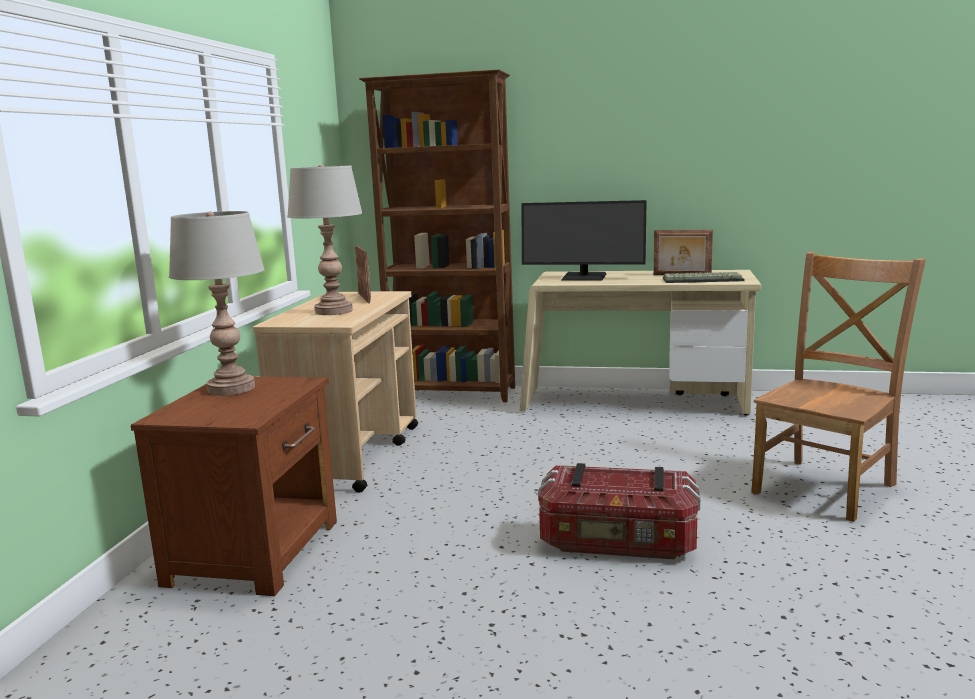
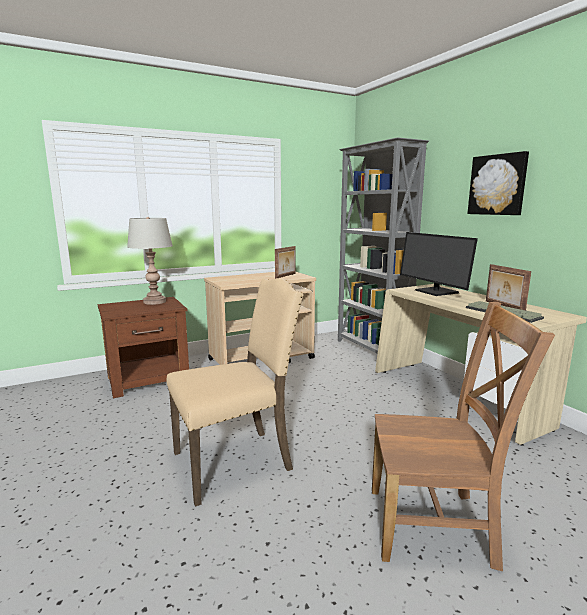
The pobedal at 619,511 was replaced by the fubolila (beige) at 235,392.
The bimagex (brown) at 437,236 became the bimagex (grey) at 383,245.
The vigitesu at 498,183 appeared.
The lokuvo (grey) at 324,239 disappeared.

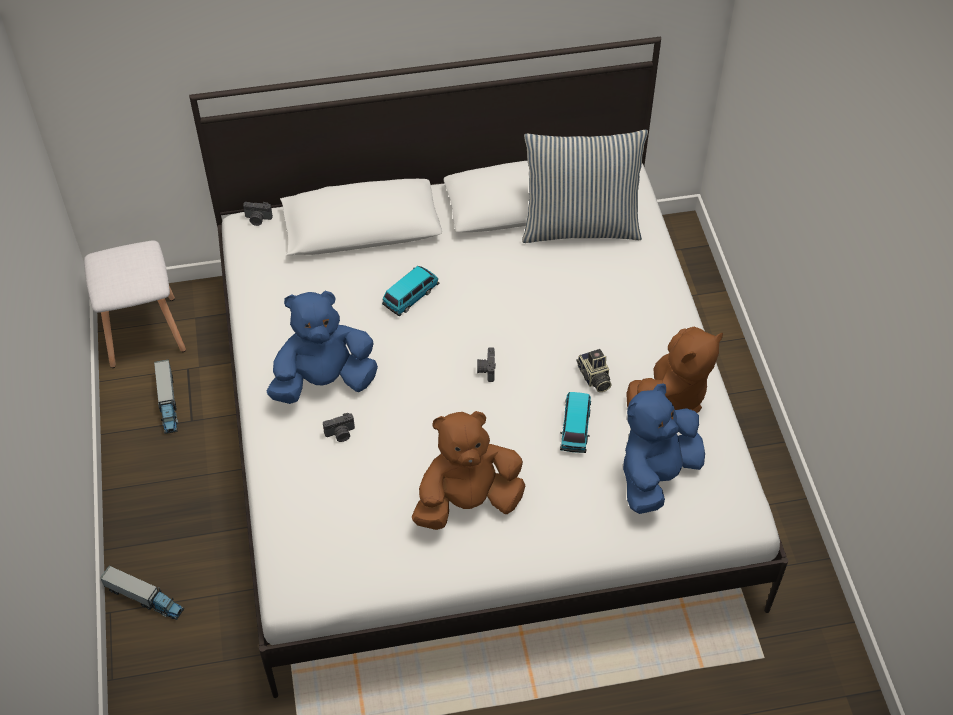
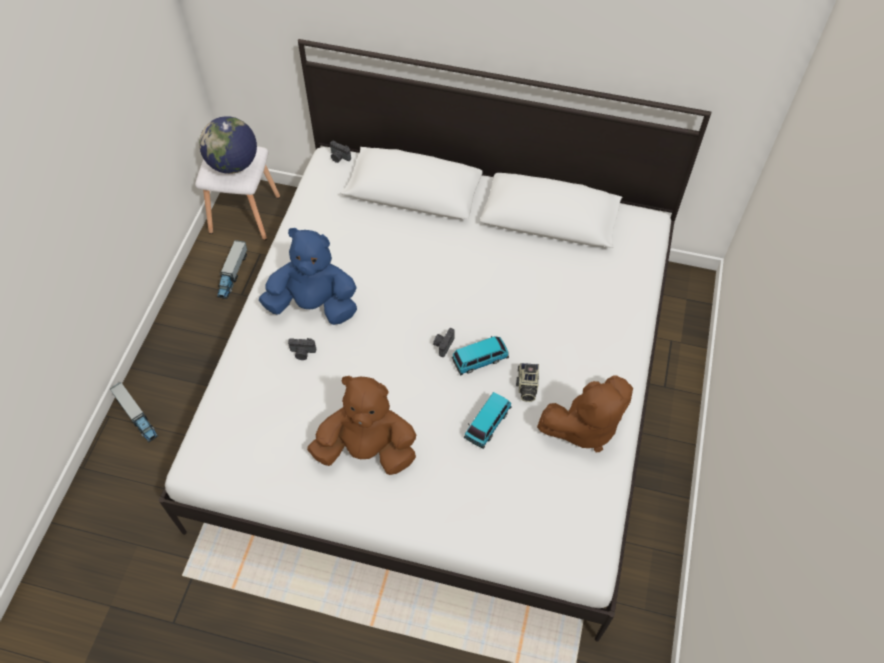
The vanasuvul at 228,145 appeared.
The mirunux moved from 410,291 to 480,355.
The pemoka at 585,186 disappeared.
The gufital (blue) at 664,448 disappeared.

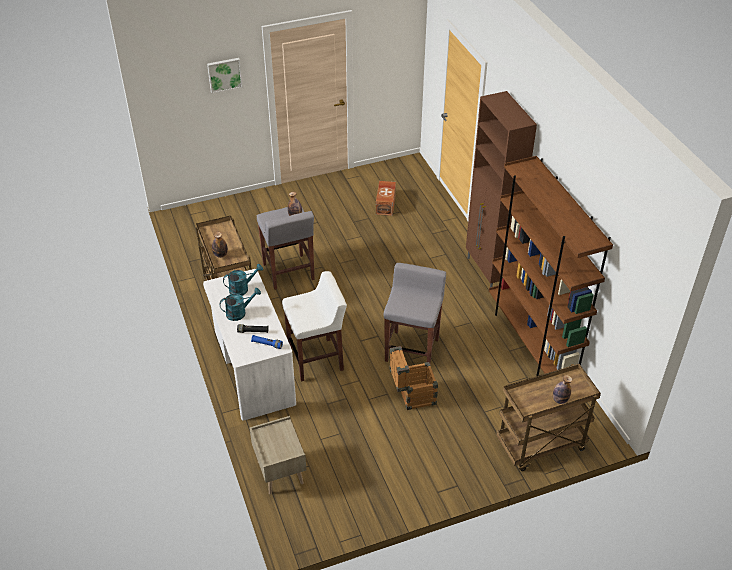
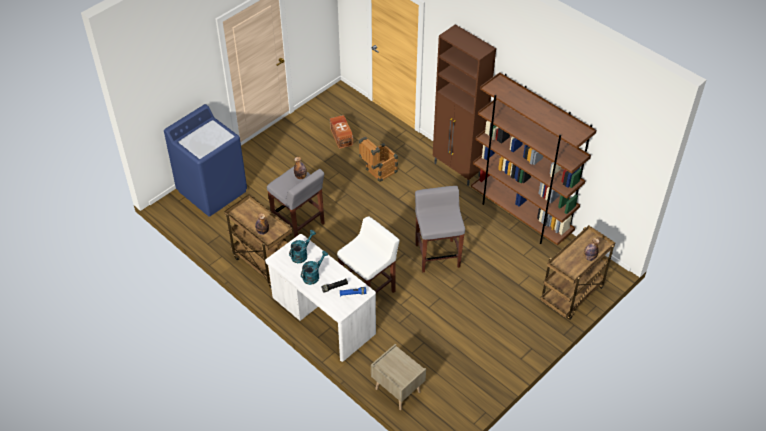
The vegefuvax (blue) at 205,160 appeared.
The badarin moved from 414,378 to 378,159.
The vigitesu at 225,75 disappeared.

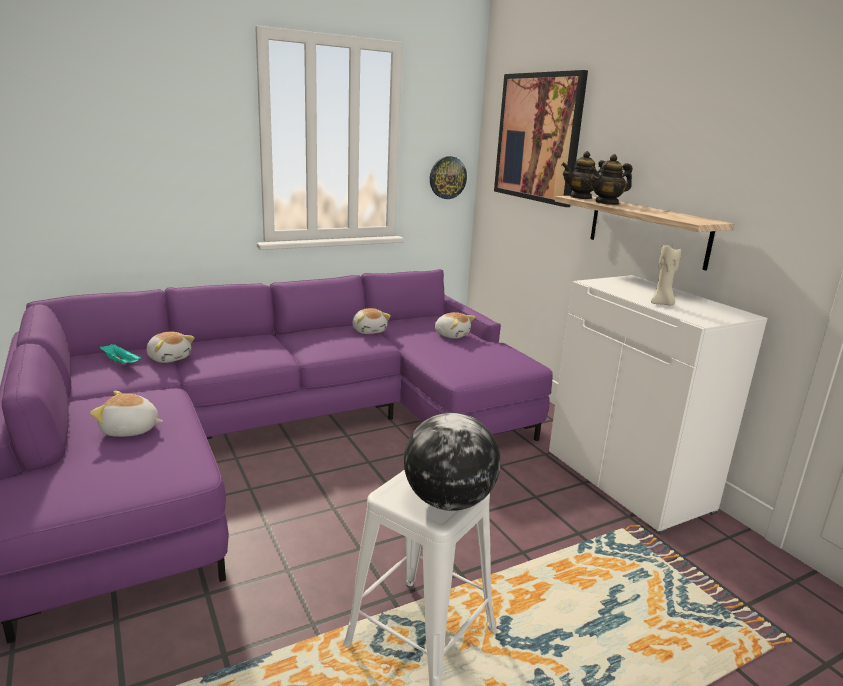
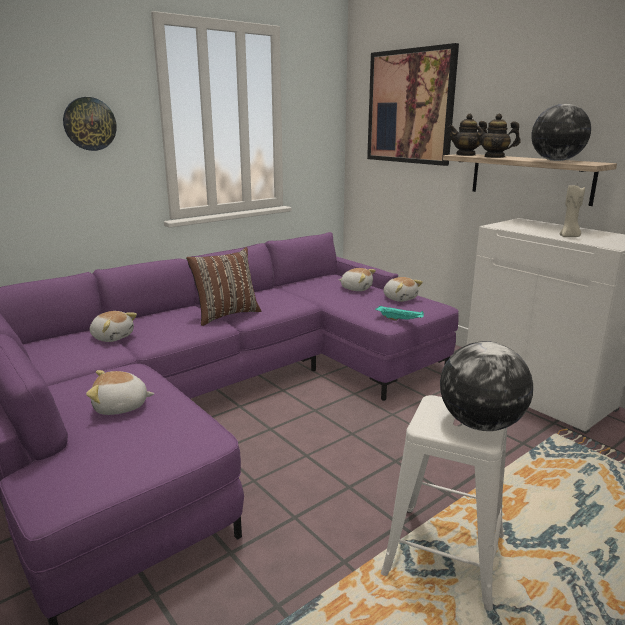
The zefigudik moved from 448,177 to 90,124.
The pemoka (brown) at 223,286 appeared.
The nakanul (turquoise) moved from 120,353 to 399,313.
The gufital moved from 371,321 to 403,289.
The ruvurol at 611,179 turned 45 degrees clockwise.
The vanasuvul at 561,132 appeared.

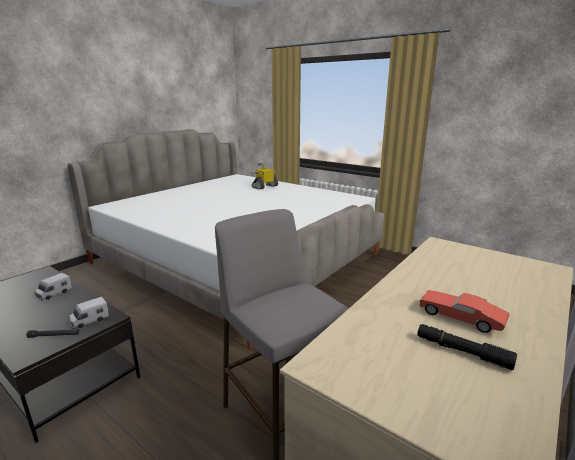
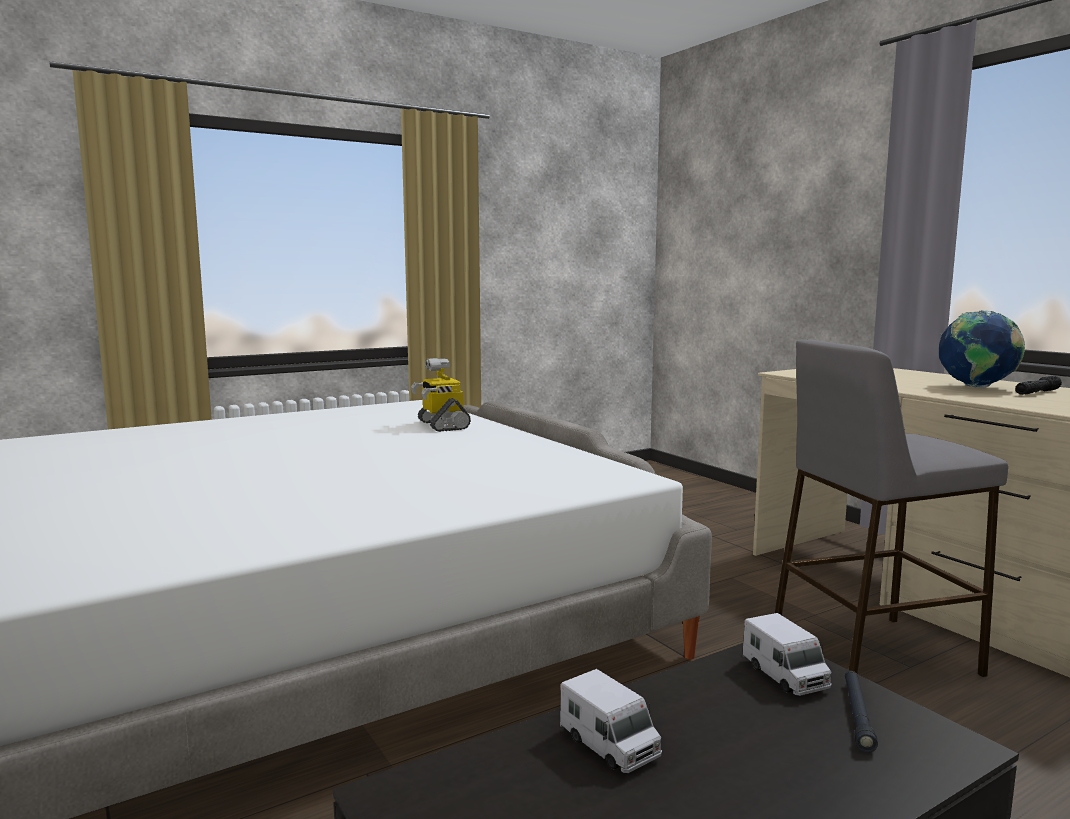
The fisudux moved from 264,175 to 441,395.
The mirunux (red) at 464,311 was replaced by the vanasuvul at 982,348.

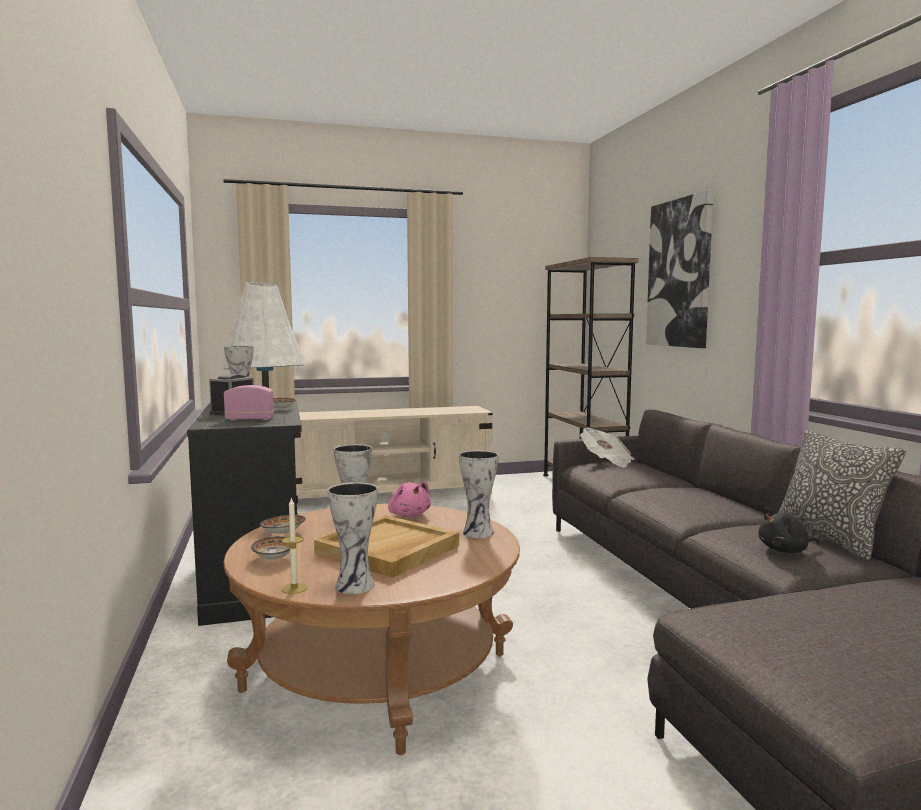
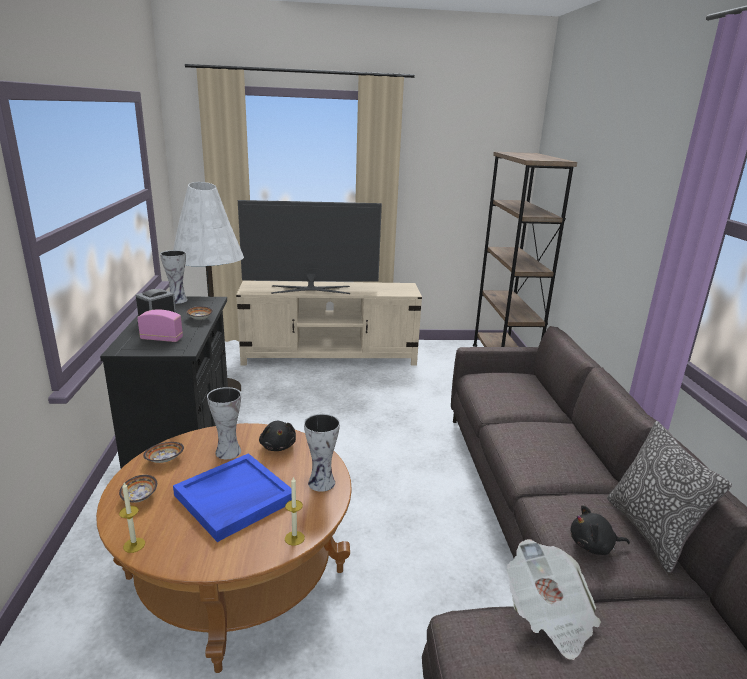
The nakanul (beige) at 386,546 became the nakanul (blue) at 232,497.
The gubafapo at 310,247 appeared.
The gufital (pink) at 409,499 became the gufital (black) at 277,436.
The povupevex at 295,511 appeared.
The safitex moved from 607,447 to 553,599.
The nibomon at 352,538 disappeared.
The vigitesu at 680,269 disappeared.

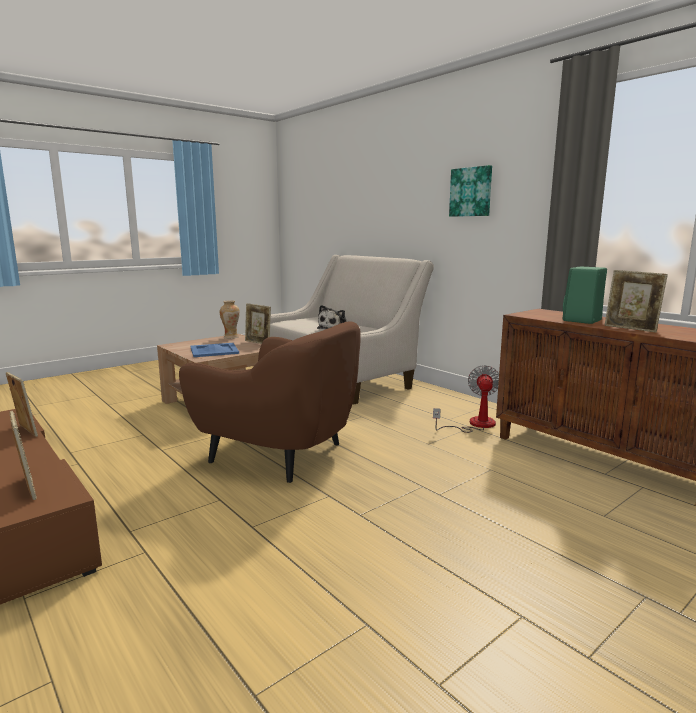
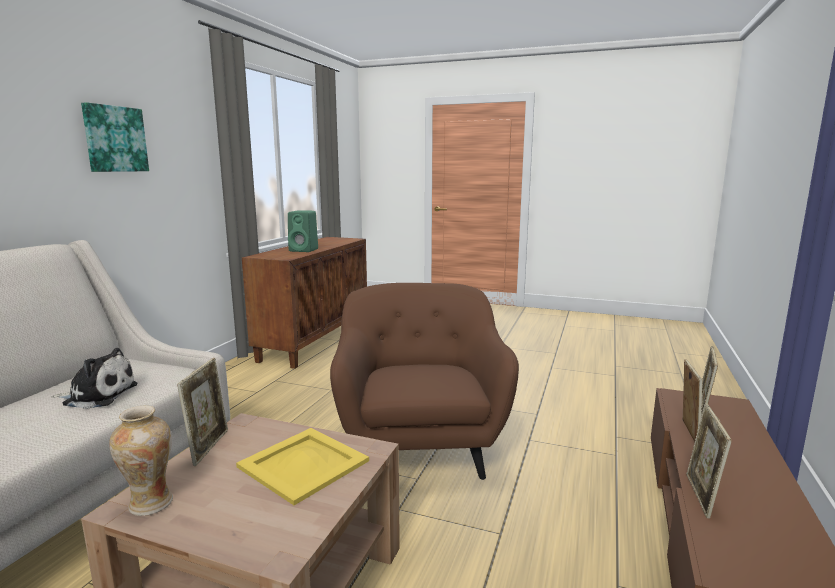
The nakanul (blue) at 215,350 became the nakanul (yellow) at 302,466.
The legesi moved from 636,301 to 693,400.
The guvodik at 466,399 disappeared.

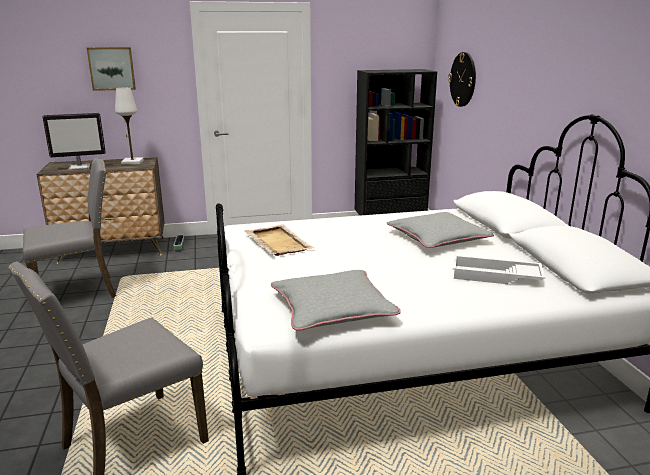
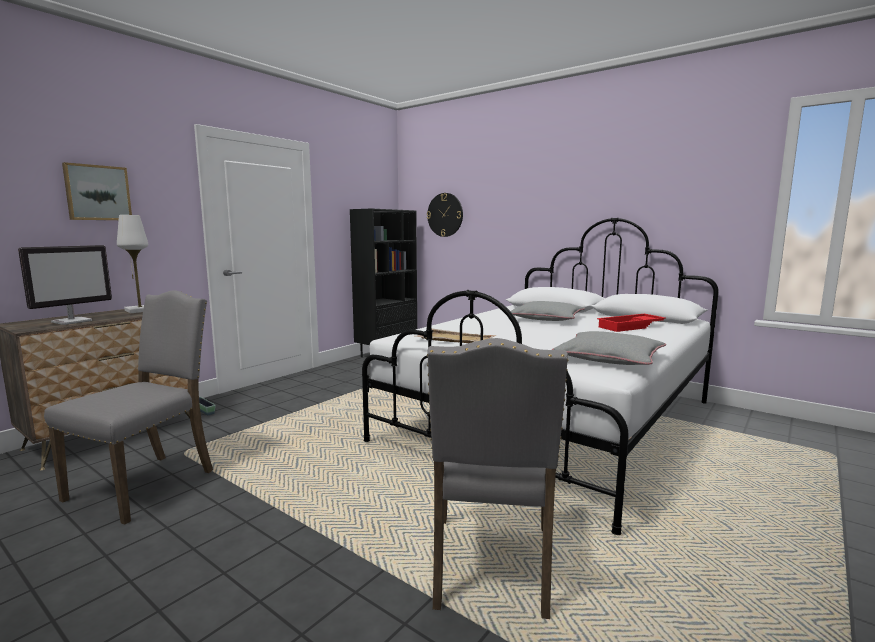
The nakanul (white) at 499,269 became the nakanul (red) at 631,323.

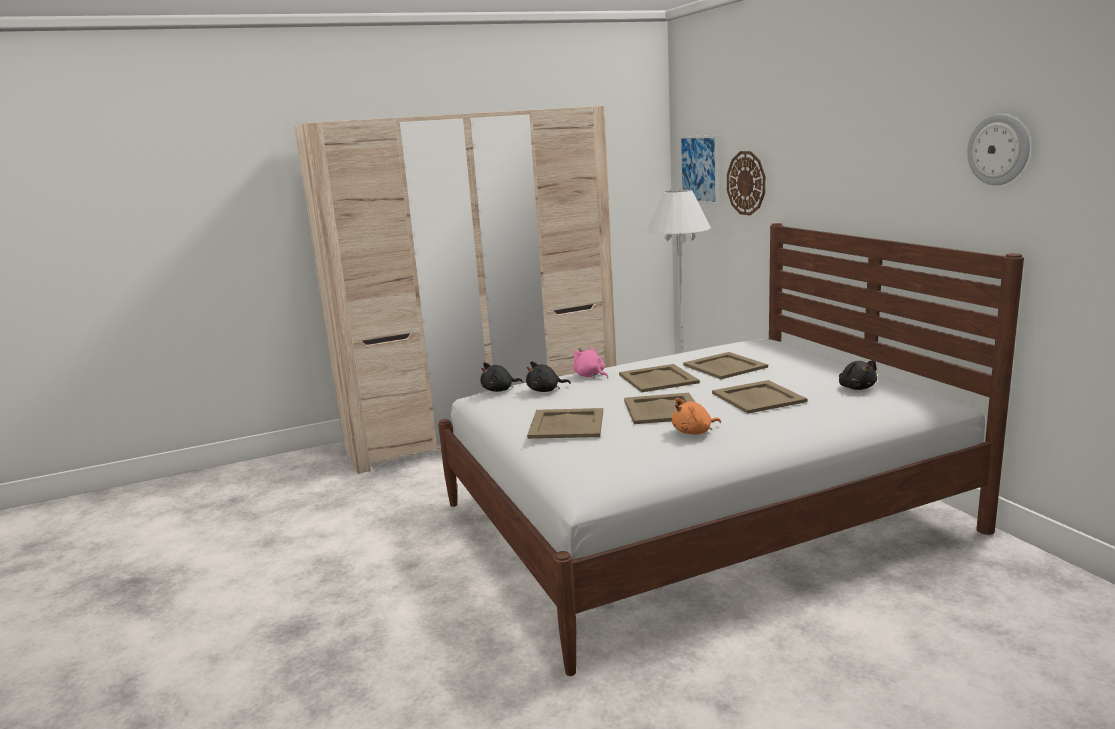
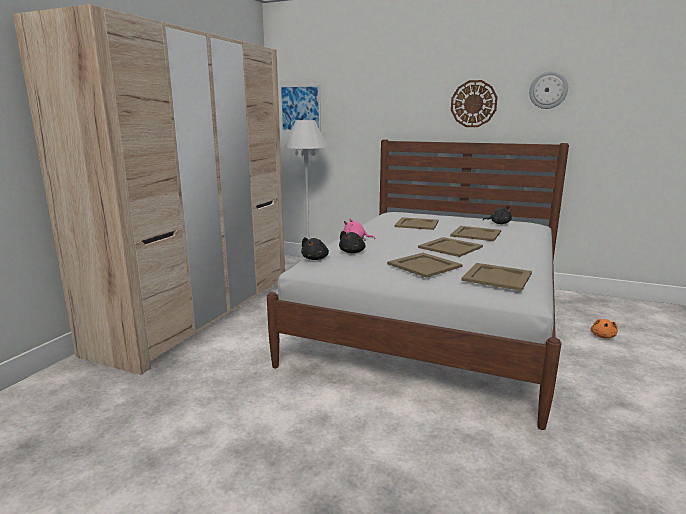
The zefigudik moved from 746,183 to 474,103.
The nakanul (beige) moved from 659,378 to 496,277.
The gufital (orange) moved from 696,416 to 604,328.

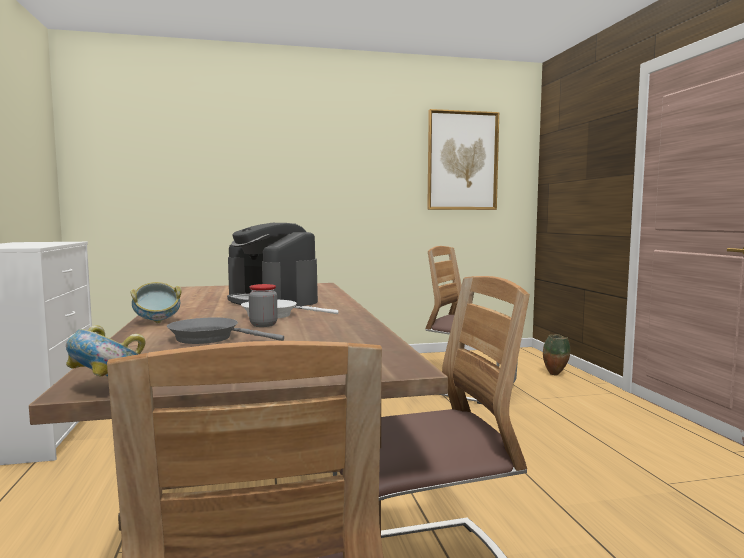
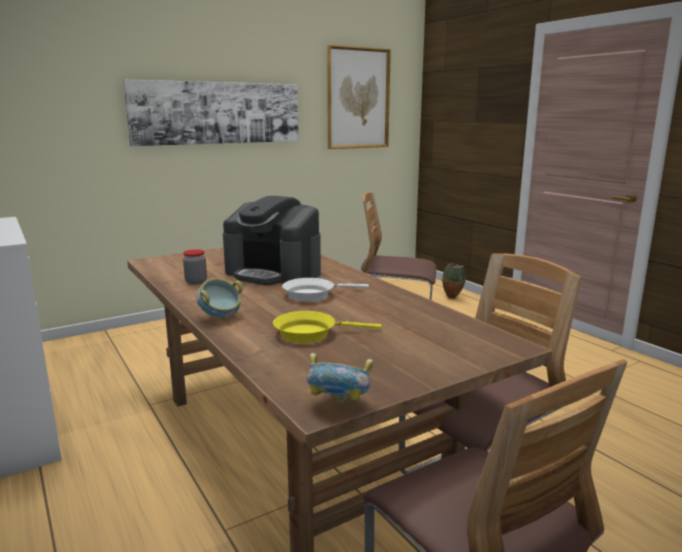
The vigitesu at 210,113 appeared.
The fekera moved from 263,305 to 195,267.
The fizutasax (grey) at 225,330 became the fizutasax (yellow) at 327,327.

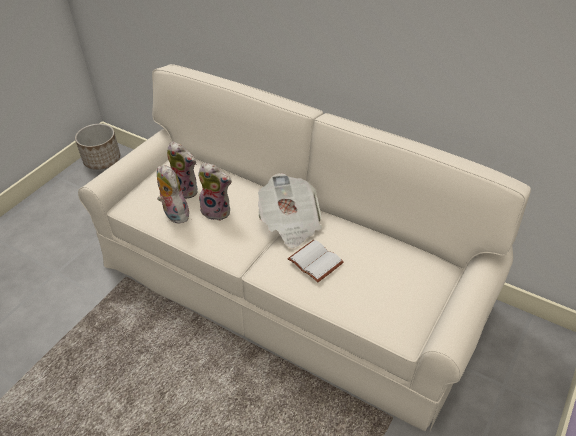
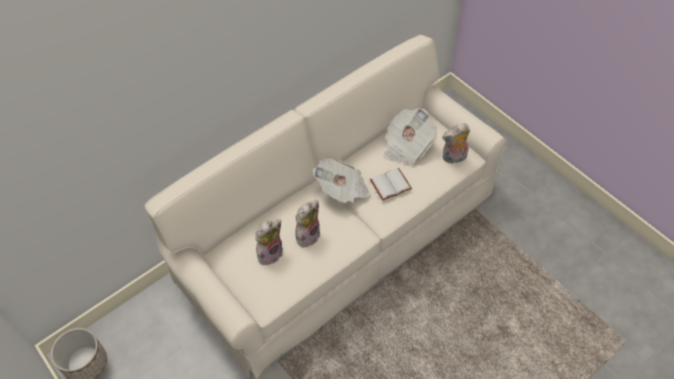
The safitex at 410,136 appeared.
The gufital moved from 173,194 to 456,143.

